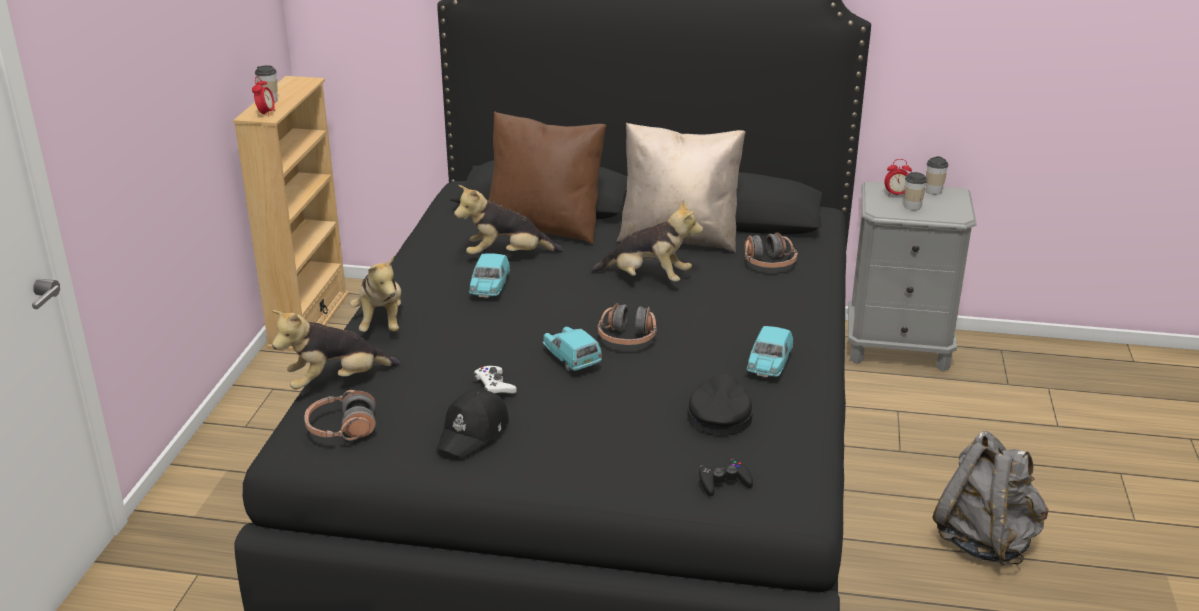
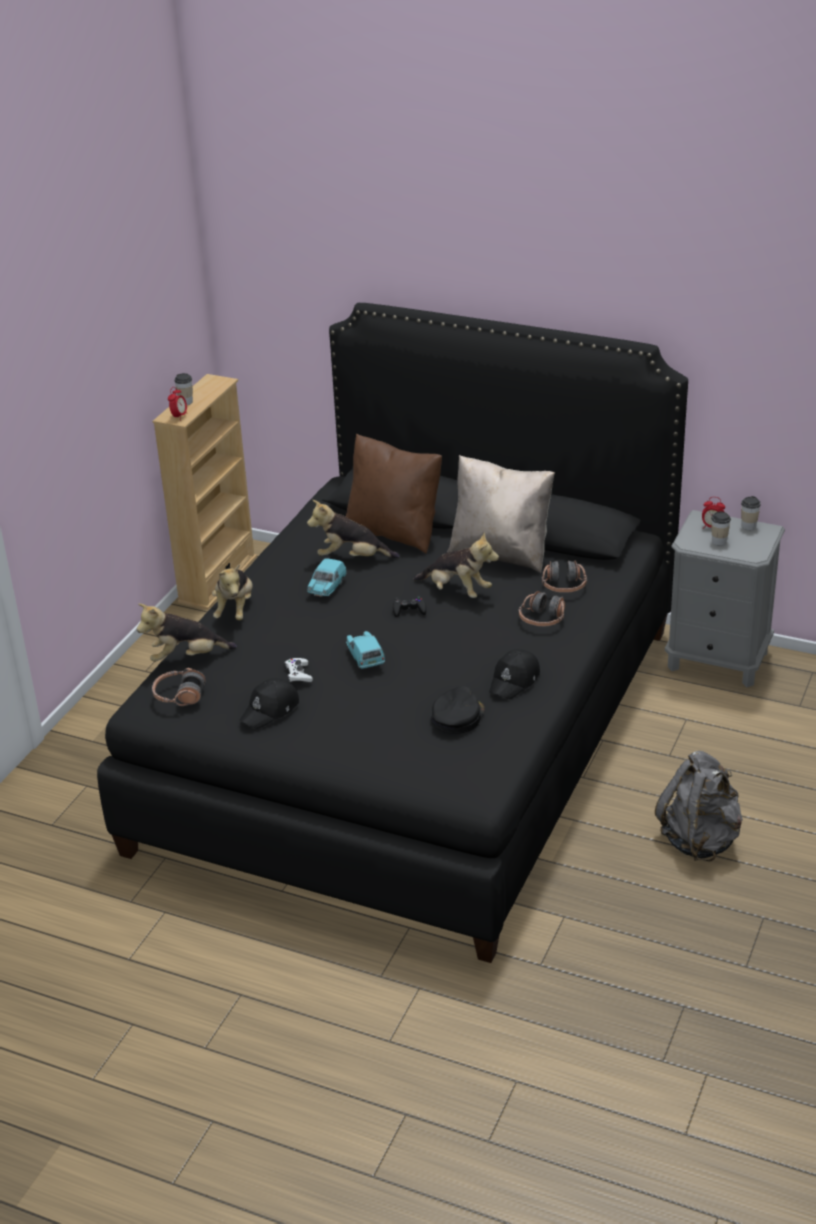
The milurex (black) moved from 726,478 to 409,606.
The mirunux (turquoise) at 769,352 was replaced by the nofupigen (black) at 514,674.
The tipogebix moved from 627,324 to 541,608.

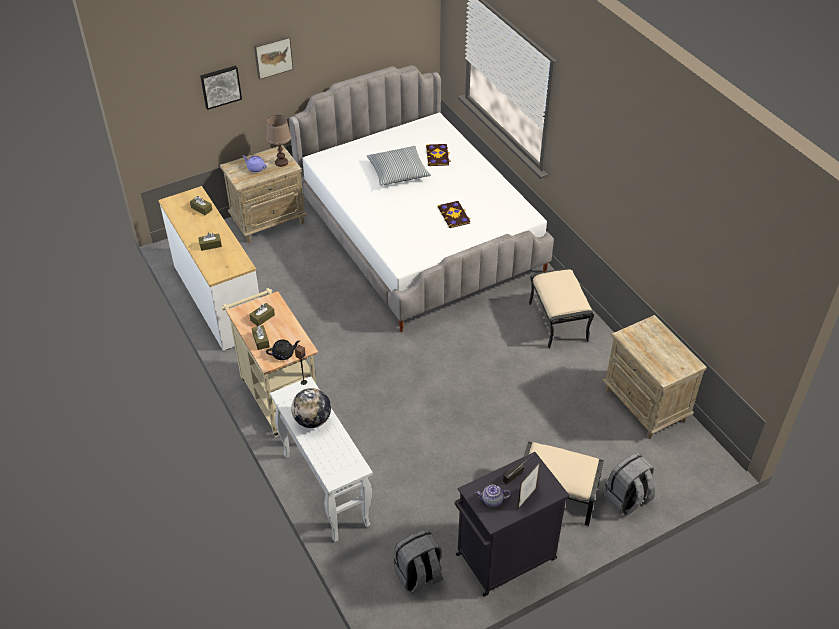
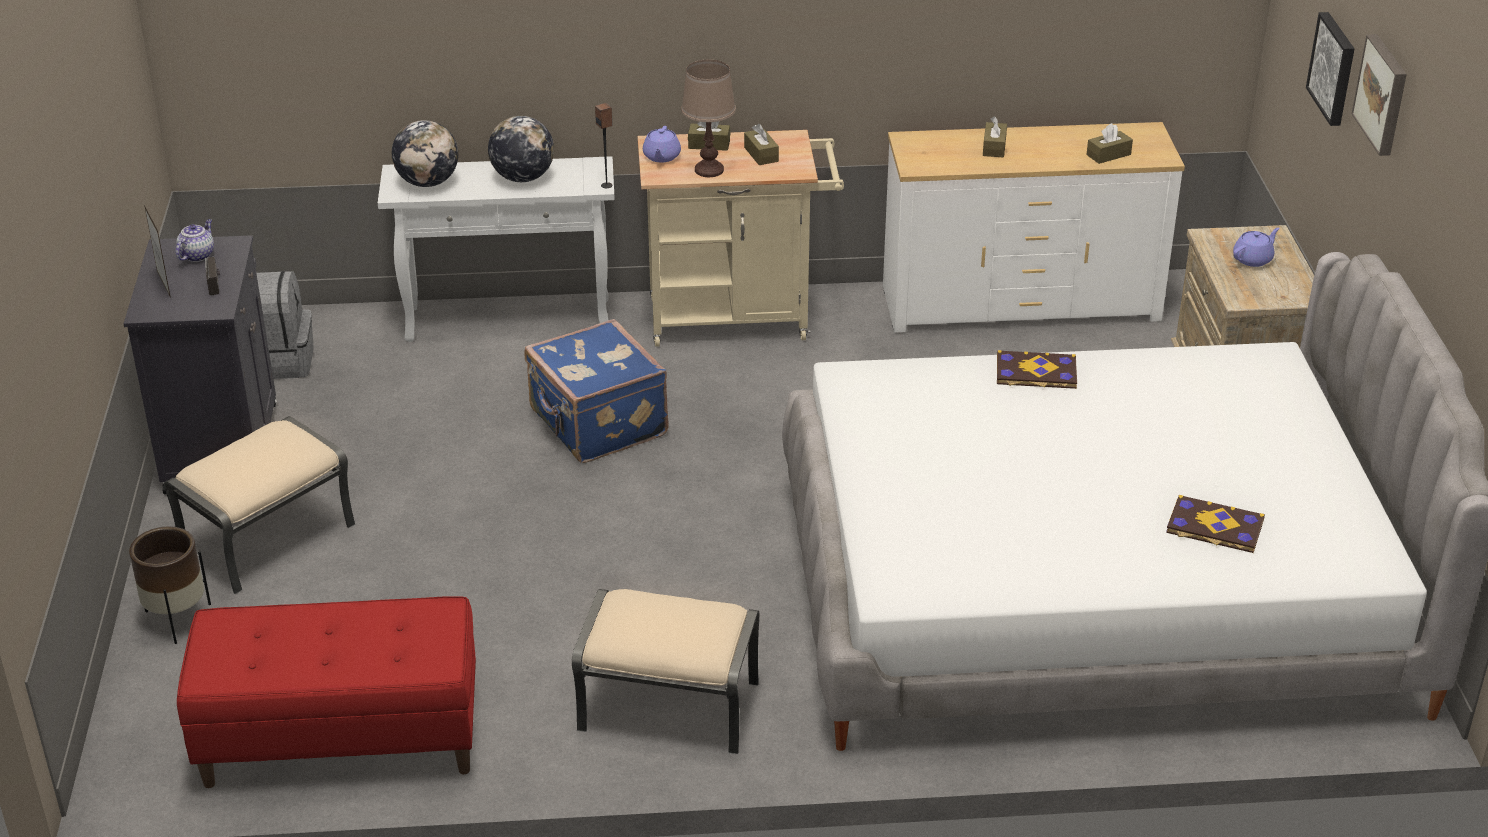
The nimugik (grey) at 629,484 was replaced by the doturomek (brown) at 170,585.
The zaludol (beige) at 655,377 was replaced by the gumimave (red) at 326,692.
The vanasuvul at 425,153 appeared.
The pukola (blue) at 596,391 appeared.
The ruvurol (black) at 283,349 became the ruvurol (purple) at 662,144.
The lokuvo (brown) moved from 278,141 to 708,118.
The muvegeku moved from 454,214 to 1037,369.
The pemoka at 399,166 disappeared.

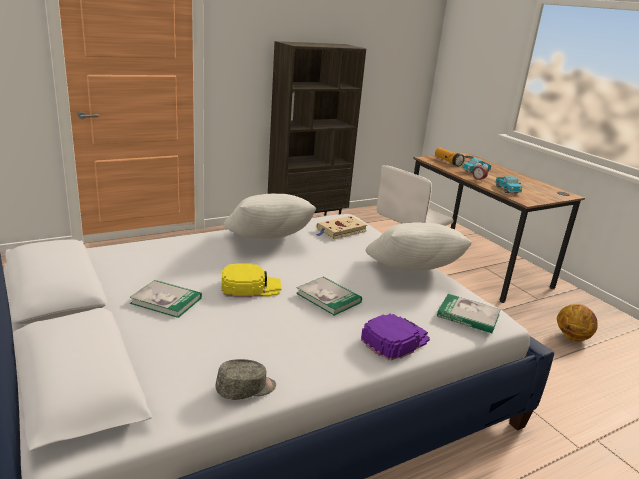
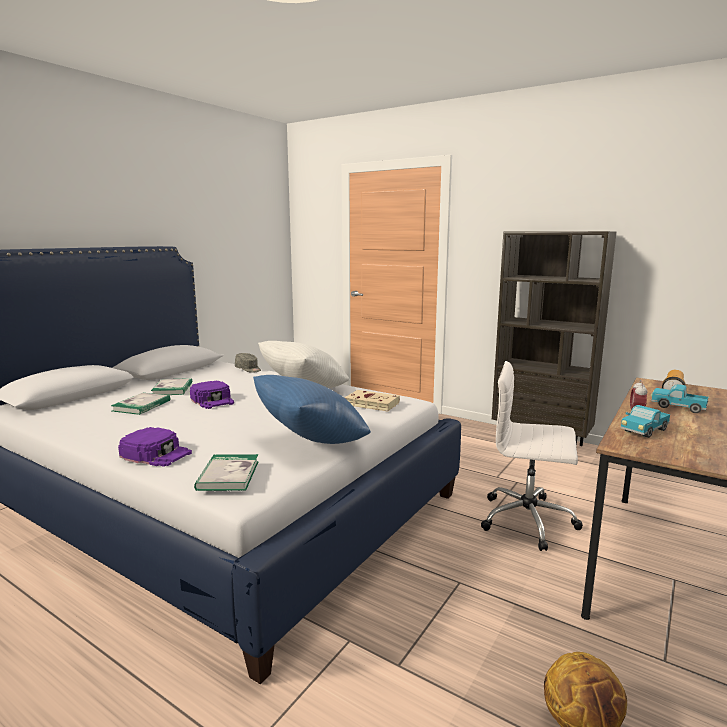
The muvegeku moved from 329,296 to 140,404.
The nofupigen (yellow) at 252,280 became the nofupigen (purple) at 212,395.
The nofupigen (grey) moved from 246,379 to 248,363.
The pemoka (white) at 418,246 became the pemoka (blue) at 312,409.

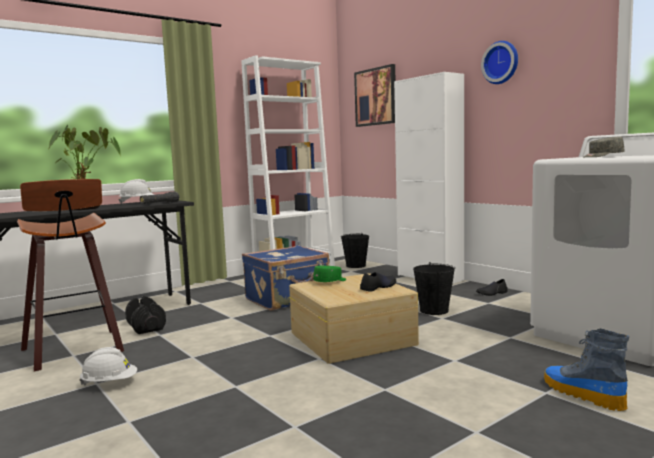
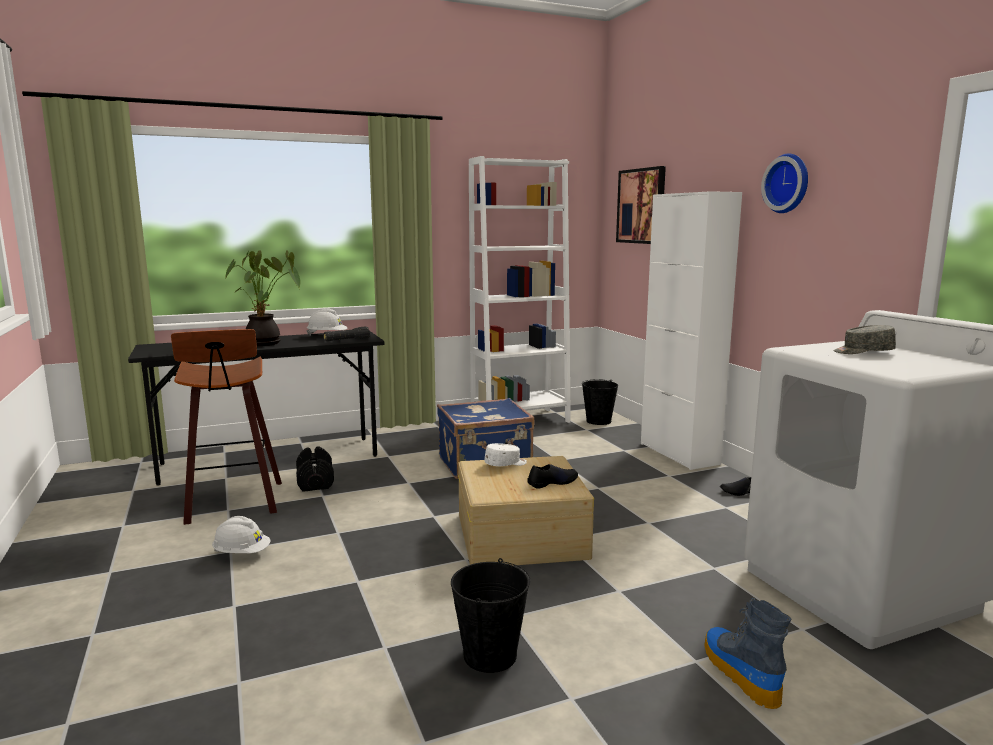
The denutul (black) moved from 434,288 to 490,615.
The nofupigen (green) at 329,274 became the nofupigen (white) at 506,454.

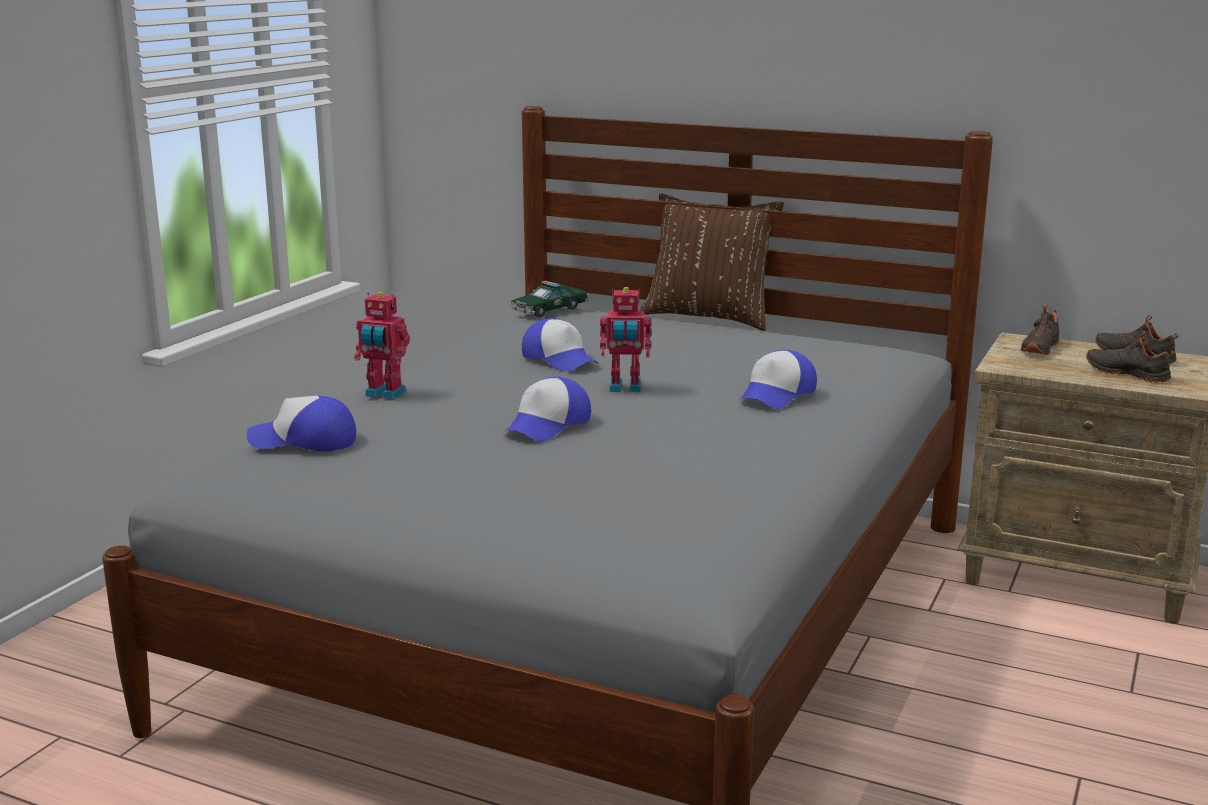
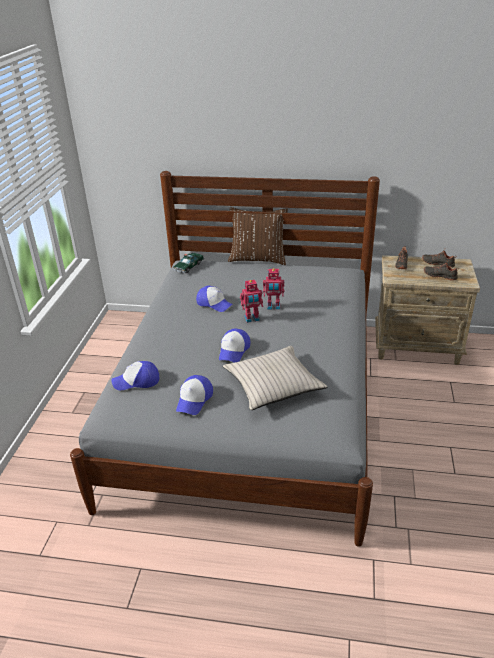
The nofupigen moved from 777,379 to 194,395.
The pemoka (beige) at 275,378 appeared.
The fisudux moved from 382,345 to 273,289.

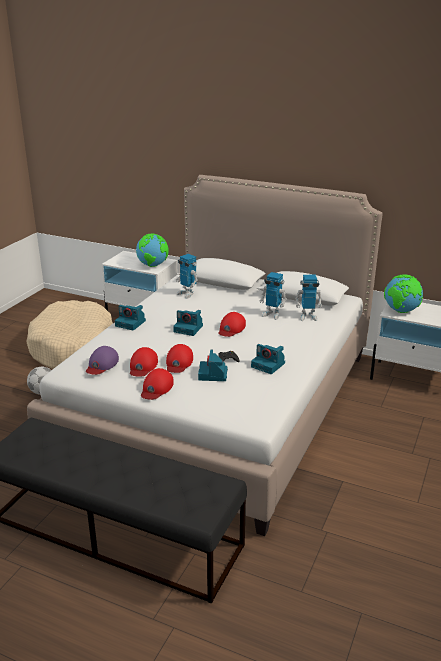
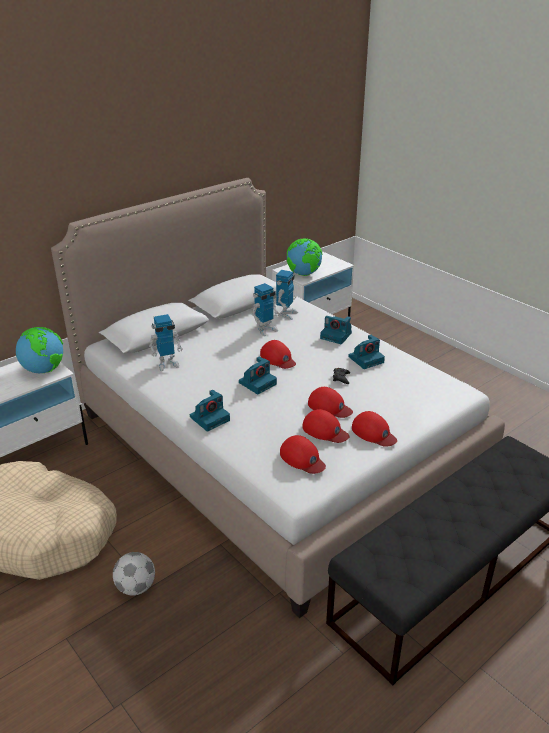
The nofupigen (purple) at 102,360 became the nofupigen (red) at 303,454.
The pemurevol moved from 213,365 to 336,330.

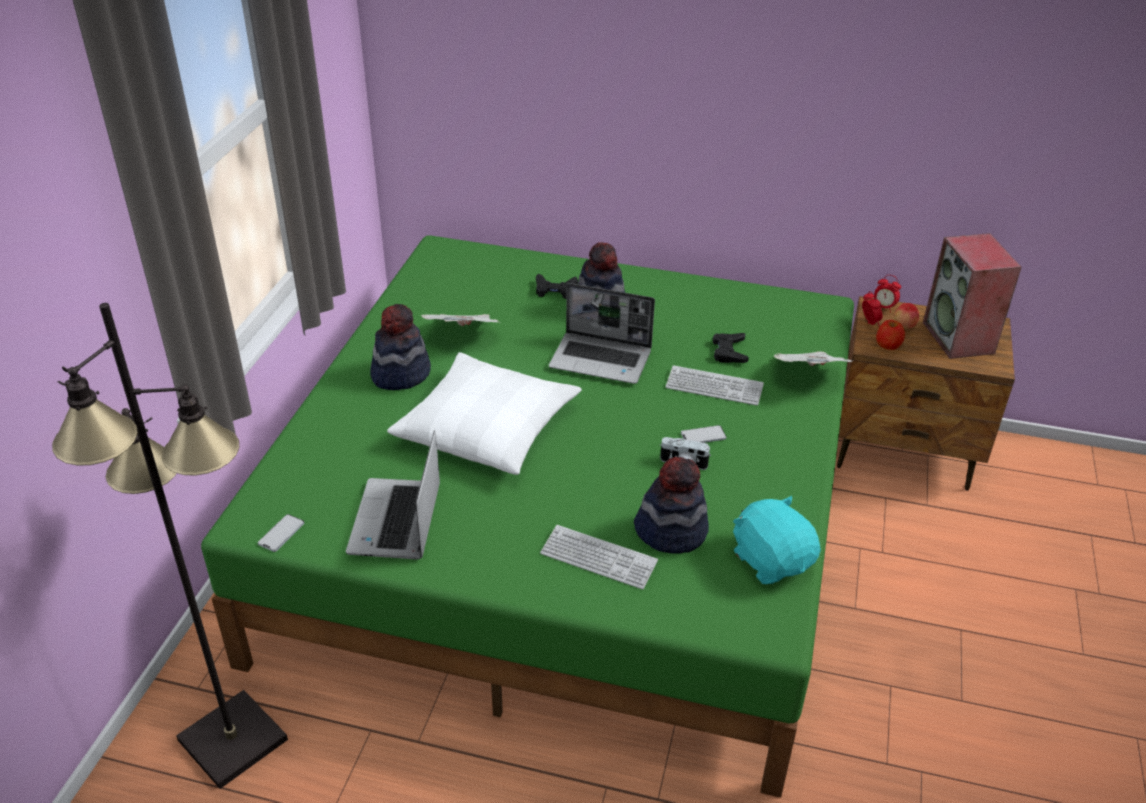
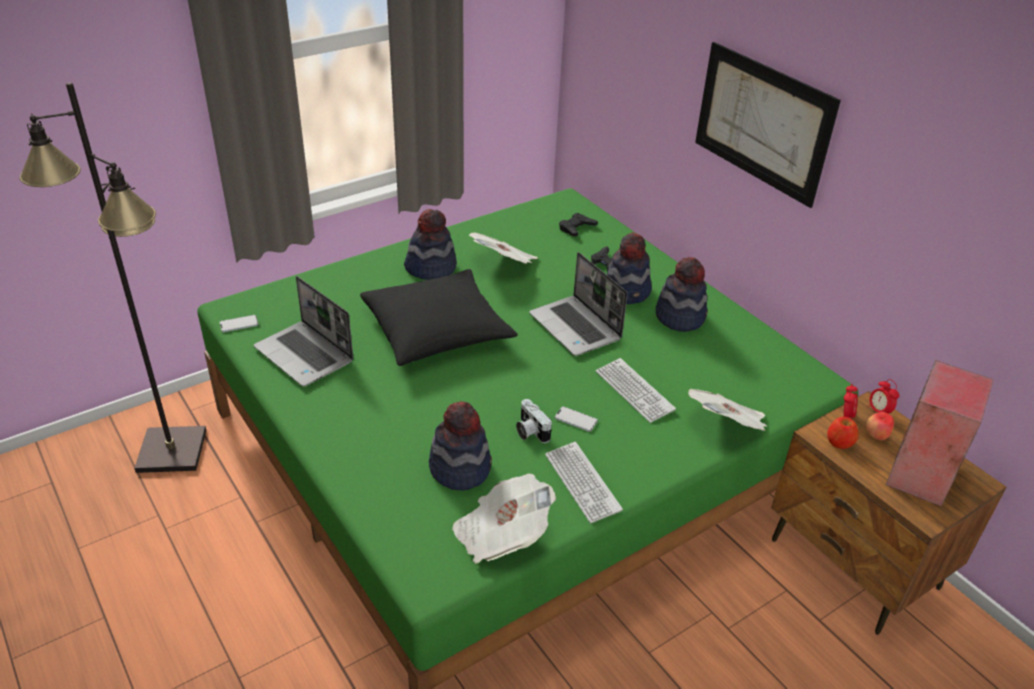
The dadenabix at 393,495 turned 90 degrees counterclockwise.
The pemoka (white) at 484,413 became the pemoka (black) at 439,317.
The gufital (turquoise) at 777,540 was replaced by the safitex at 504,519.
The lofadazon moved from 599,557 to 584,482.
The milurex (black) moved from 731,348 to 578,225.
The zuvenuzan at 682,294 appeared.
The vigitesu at 768,125 appeared.

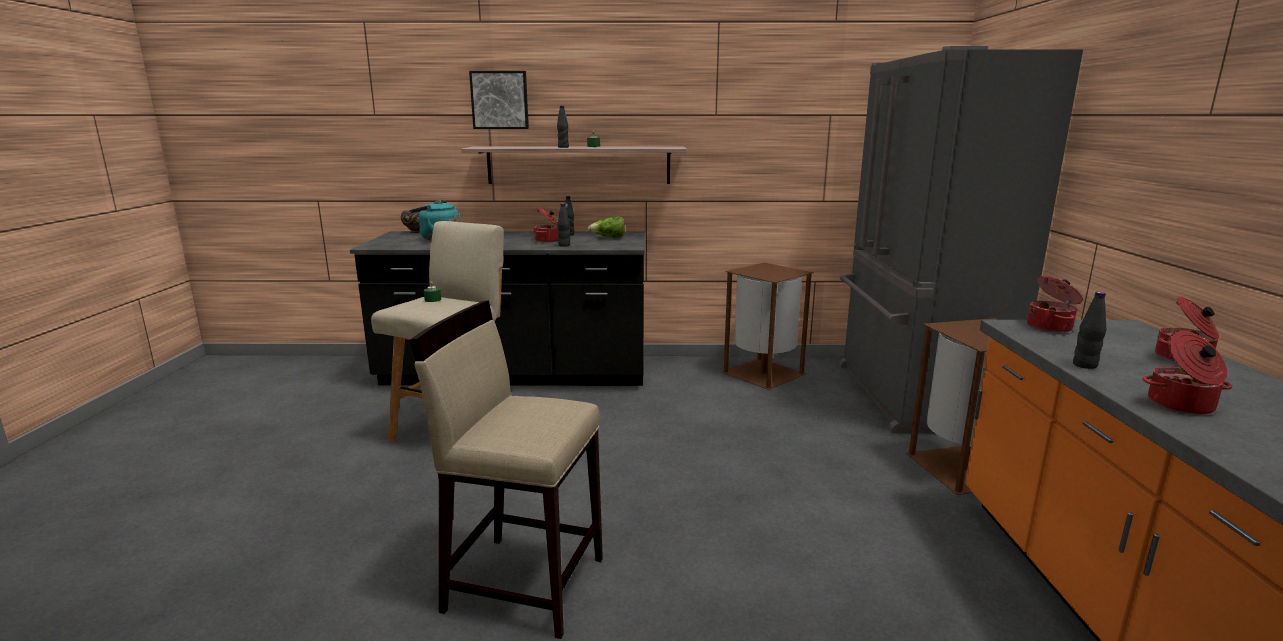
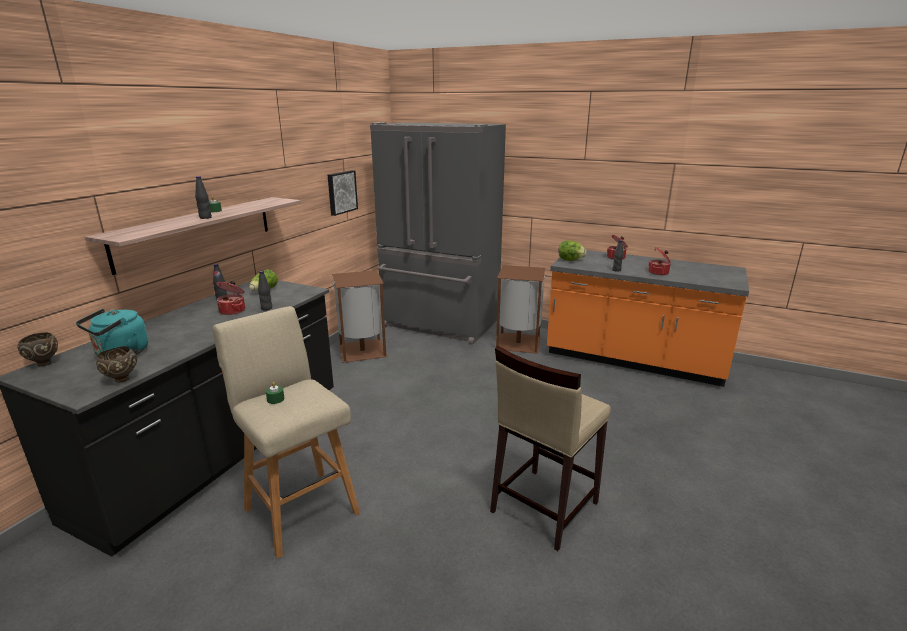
The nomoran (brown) at 116,364 appeared.
The vigitesu moved from 499,100 to 343,193.
The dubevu at 1055,304 was replaced by the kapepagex at 572,251.

